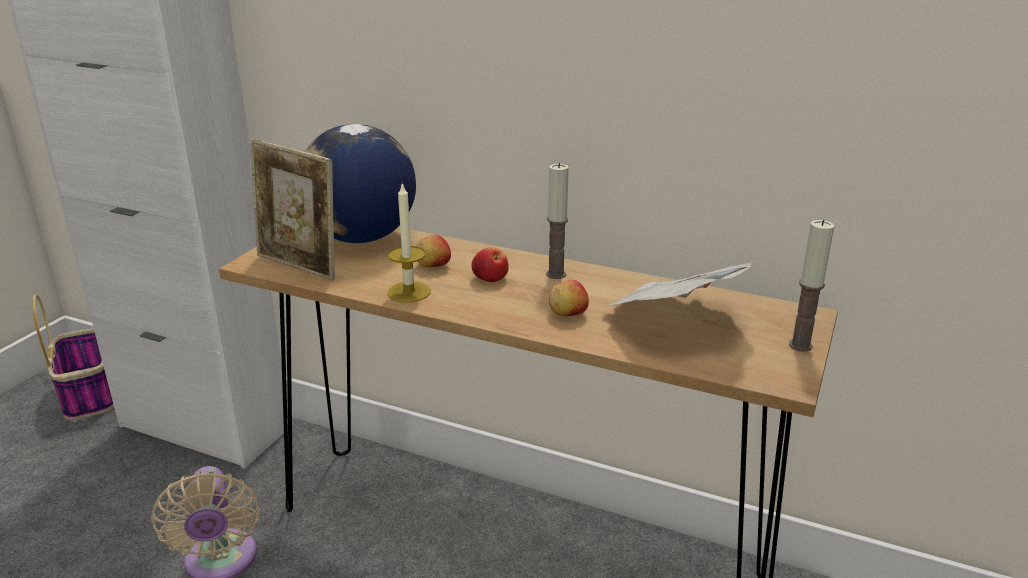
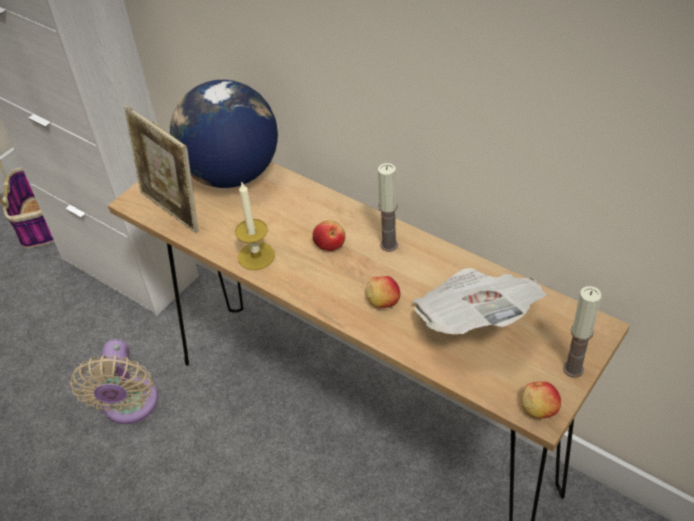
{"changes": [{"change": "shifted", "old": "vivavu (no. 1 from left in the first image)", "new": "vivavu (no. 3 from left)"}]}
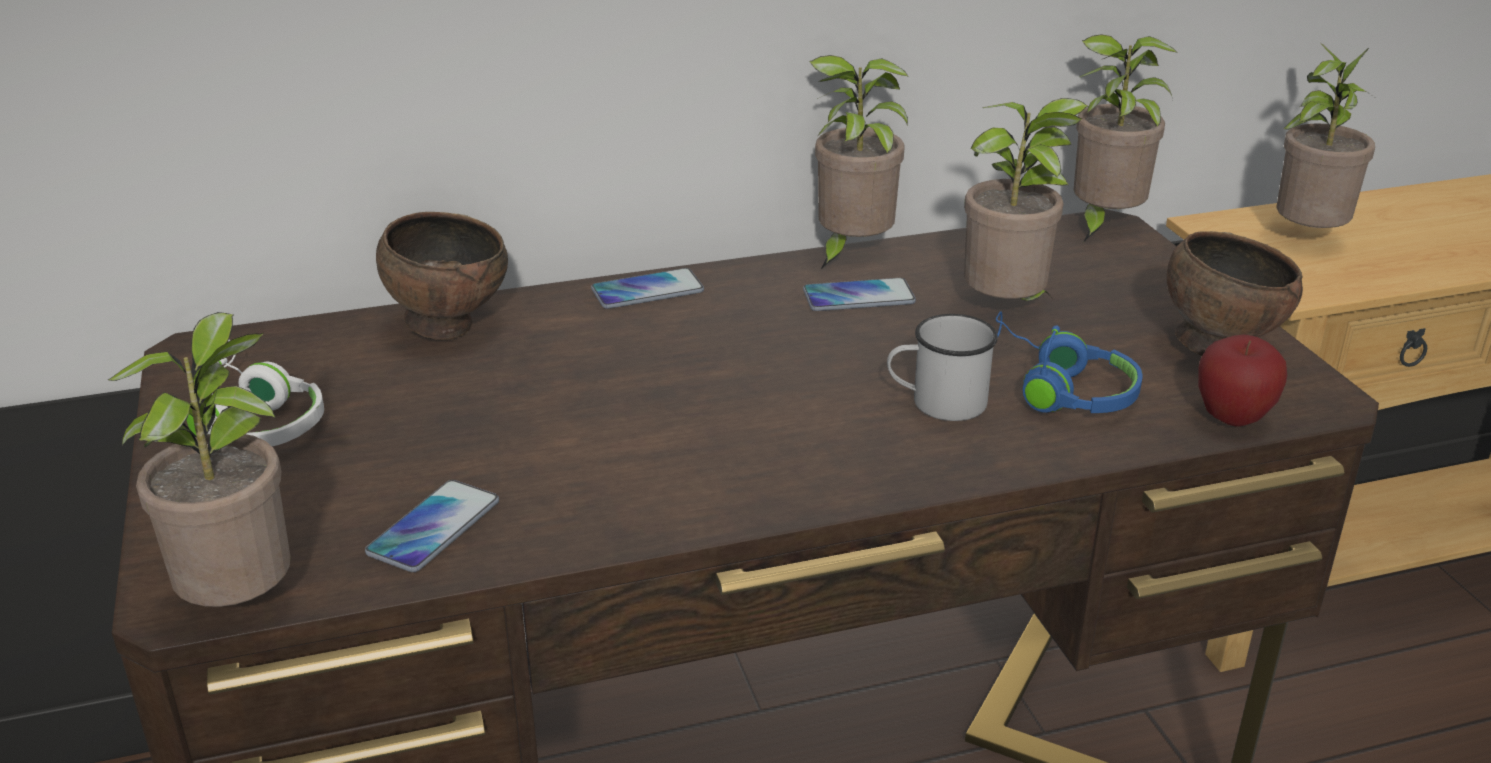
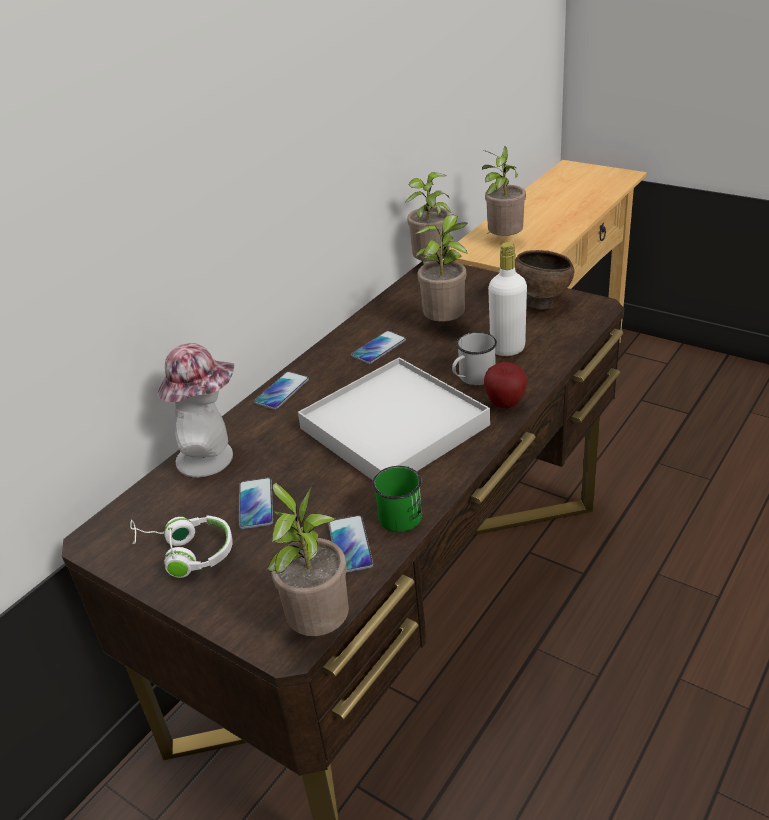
{"changes": [{"change": "gone", "old": "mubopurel (no. 2 from left)"}, {"change": "swapped", "old": "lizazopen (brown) (no. 1 from left)", "new": "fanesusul"}, {"change": "swapped", "old": "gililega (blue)", "new": "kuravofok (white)"}, {"change": "shifted", "old": "vivavu"}, {"change": "new", "new": "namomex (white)"}, {"change": "new", "new": "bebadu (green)"}, {"change": "new", "new": "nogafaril (no. 1 from left)"}]}
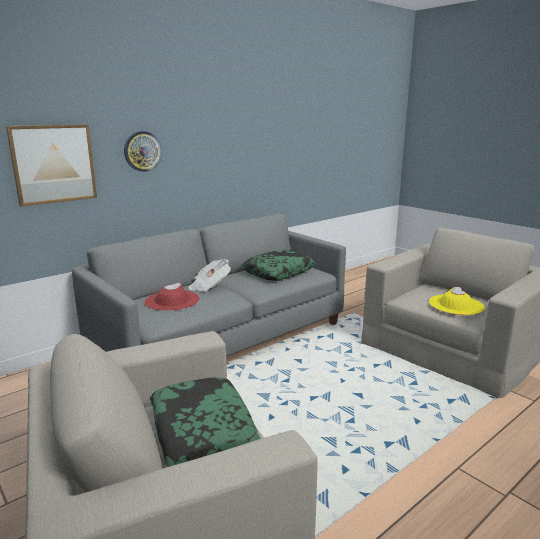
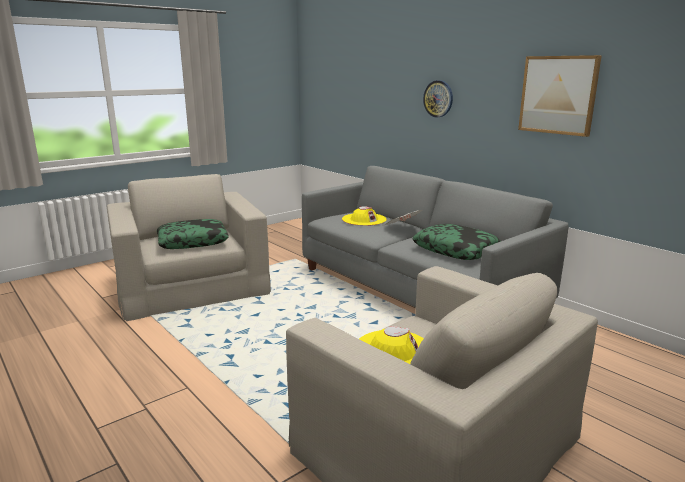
{"changes": [{"change": "shifted", "old": "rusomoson"}, {"change": "repainted", "old": "fanesusul (red)", "new": "fanesusul (yellow) (no. 1 from left)"}]}
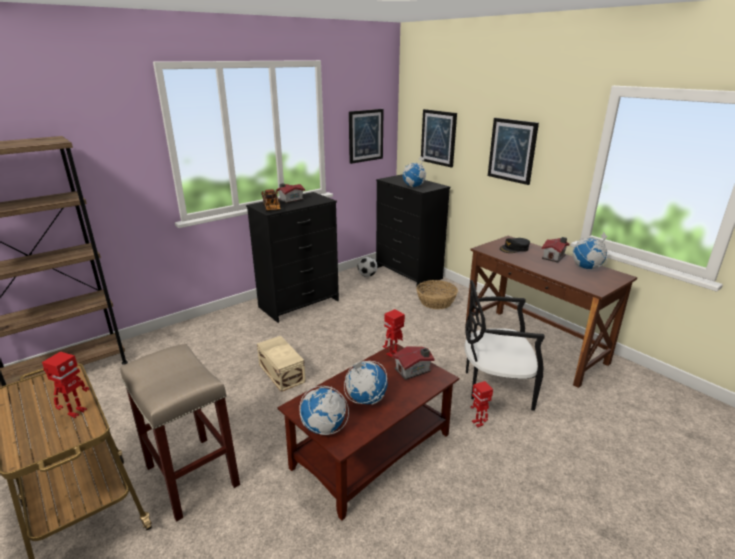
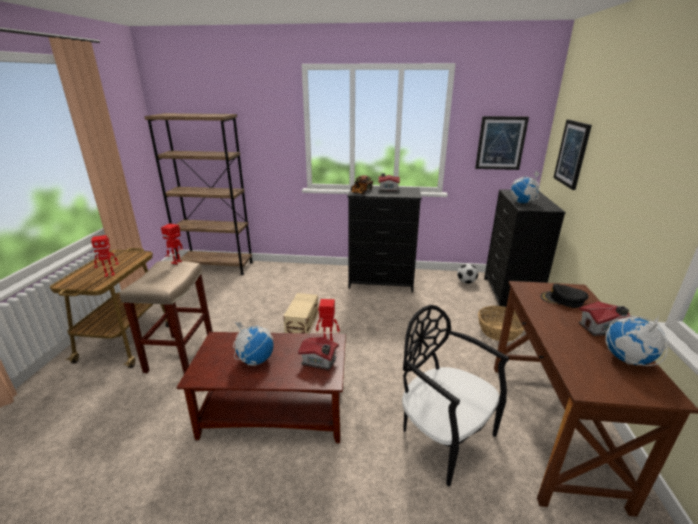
{"changes": [{"change": "gone", "old": "rusomoson (no. 3 from left)"}, {"change": "shifted", "old": "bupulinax (no. 3 from left in the first image)", "new": "bupulinax (no. 2 from left)"}, {"change": "gone", "old": "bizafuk (no. 1 from left)"}]}
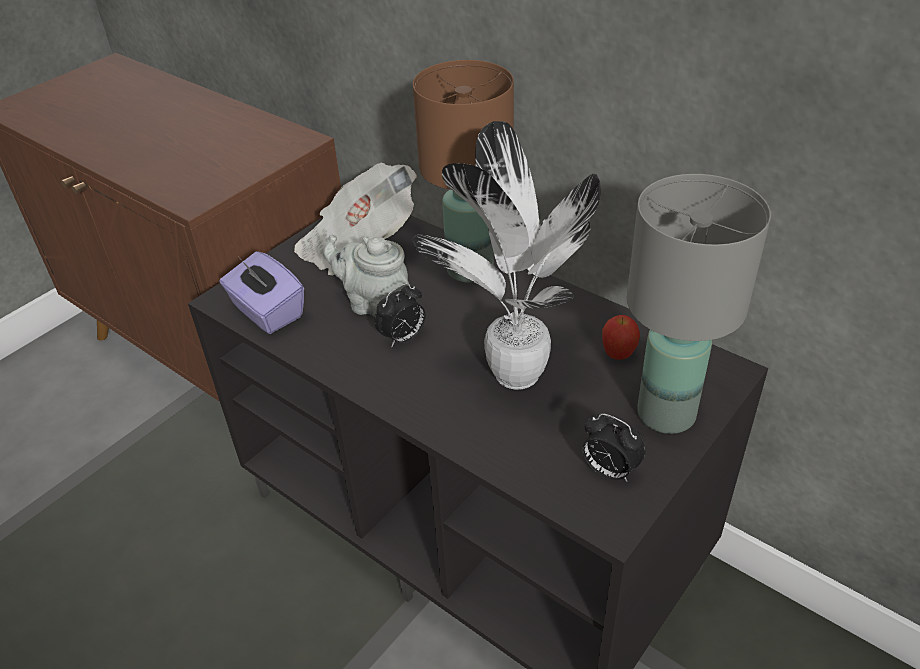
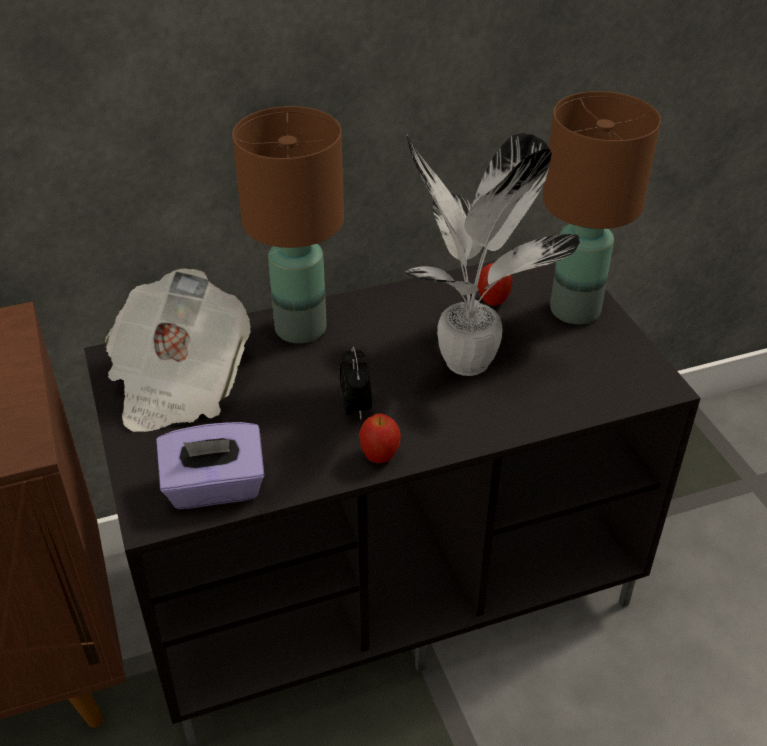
{"changes": [{"change": "repainted", "old": "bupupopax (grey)", "new": "bupupopax (brown) (no. 2 from left)"}, {"change": "gone", "old": "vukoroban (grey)"}, {"change": "gone", "old": "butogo (no. 2 from left)"}, {"change": "new", "new": "vivavu (no. 1 from left)"}]}
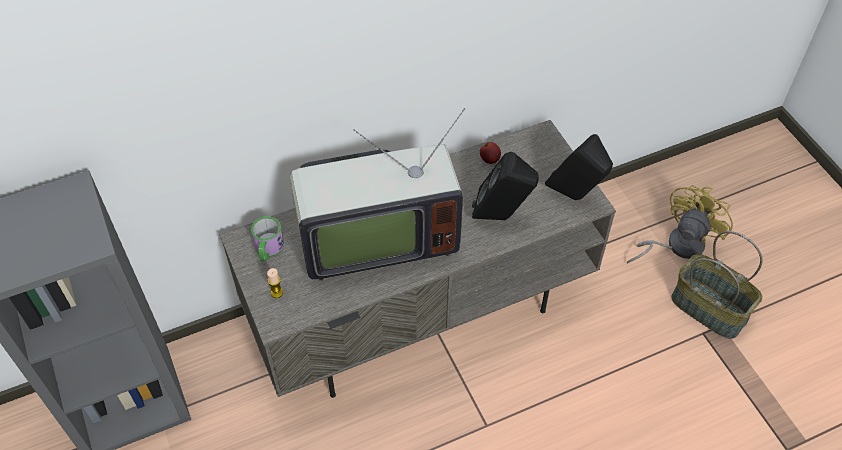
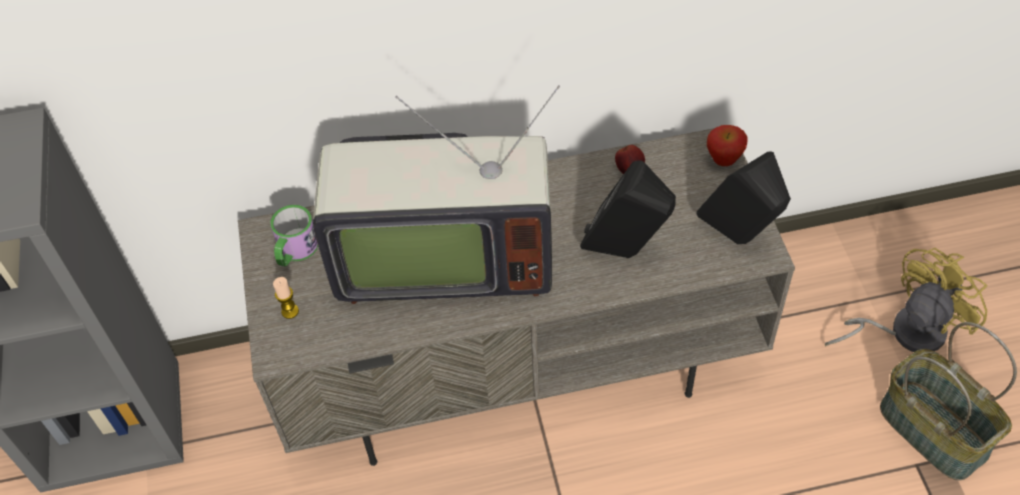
{"changes": [{"change": "new", "new": "vivavu (no. 2 from left)"}]}
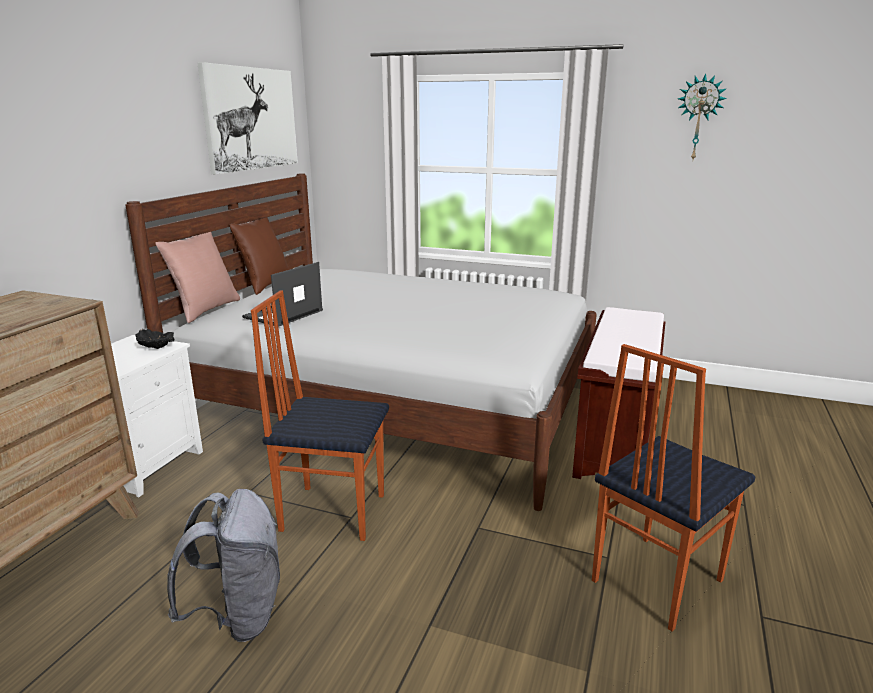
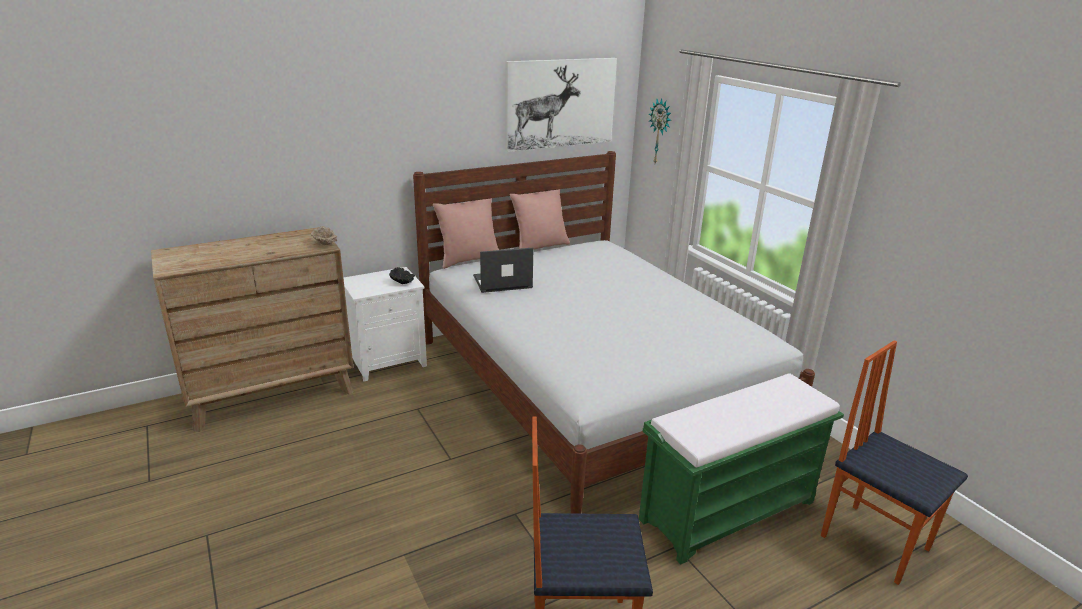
{"changes": [{"change": "shifted", "old": "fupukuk"}, {"change": "repainted", "old": "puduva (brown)", "new": "puduva (pink) (no. 2 from left)"}, {"change": "shifted", "old": "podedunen (no. 1 from left in the first image)", "new": "podedunen (no. 2 from left)"}, {"change": "repainted", "old": "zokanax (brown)", "new": "zokanax (green)"}, {"change": "gone", "old": "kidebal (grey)"}, {"change": "new", "new": "lizazopen (beige)"}]}
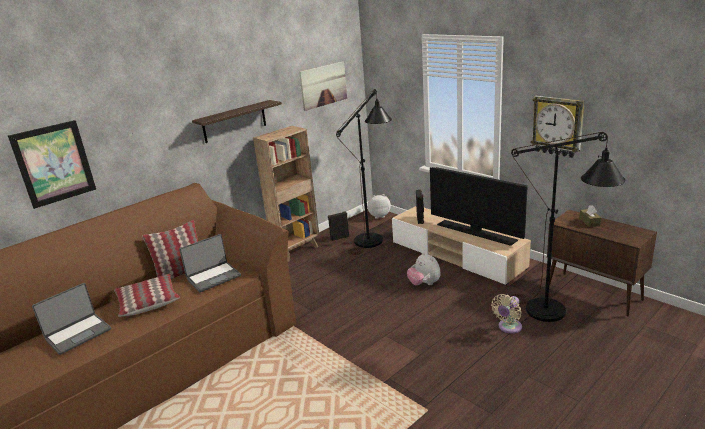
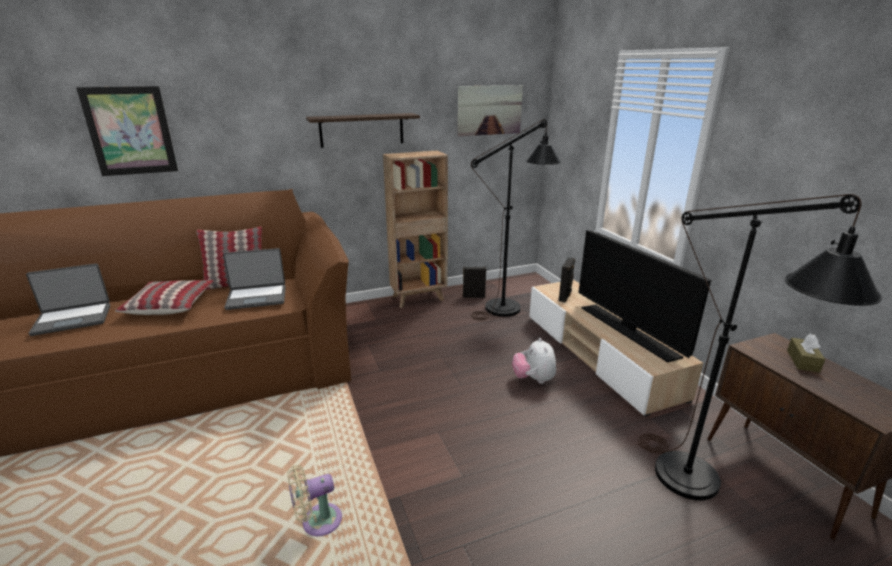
{"changes": [{"change": "gone", "old": "fupukuk"}, {"change": "gone", "old": "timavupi (no. 1 from left)"}, {"change": "shifted", "old": "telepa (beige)"}]}
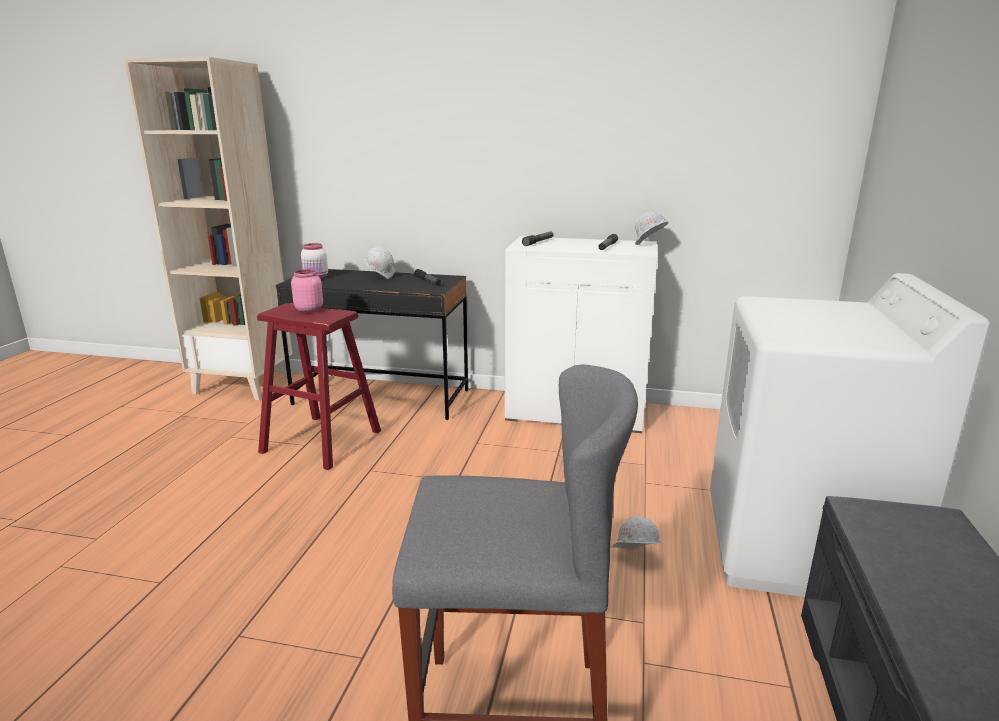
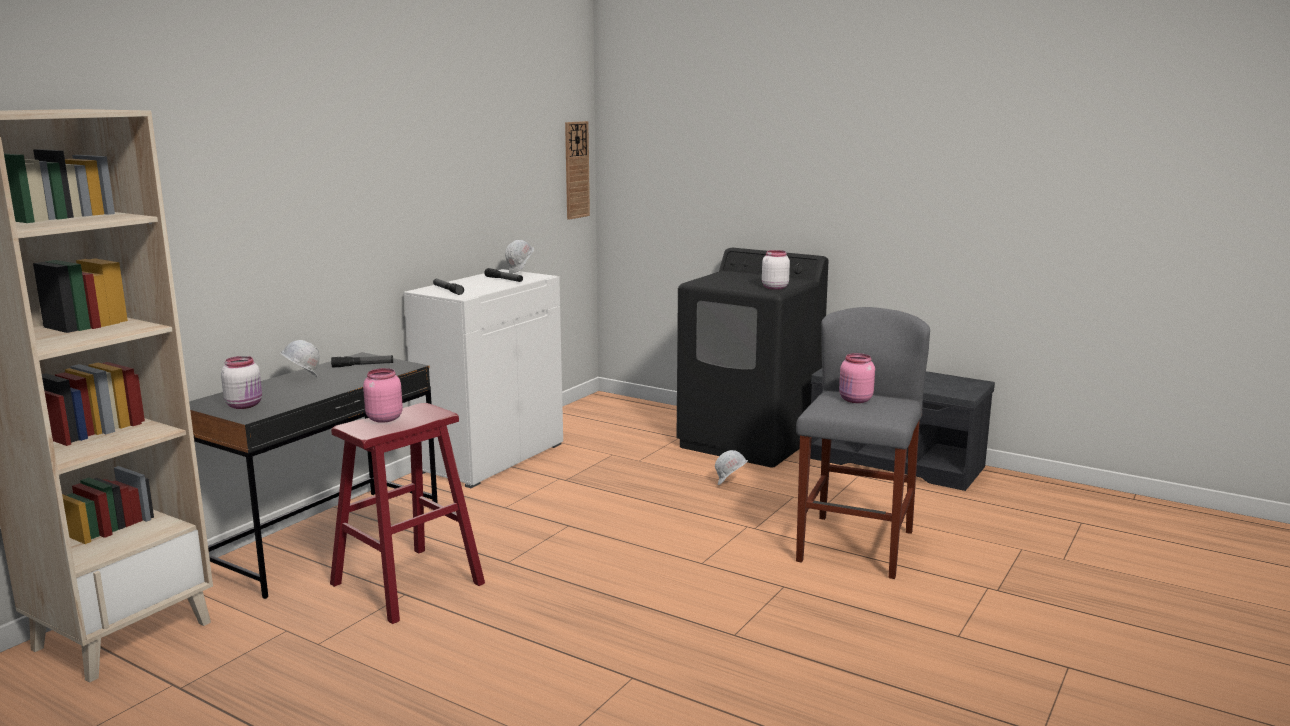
{"changes": [{"change": "repainted", "old": "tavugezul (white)", "new": "tavugezul (black)"}, {"change": "new", "new": "fupukuk"}, {"change": "new", "new": "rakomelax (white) (no. 2 from left)"}, {"change": "new", "new": "rakomelax (pink) (no. 2 from left)"}]}
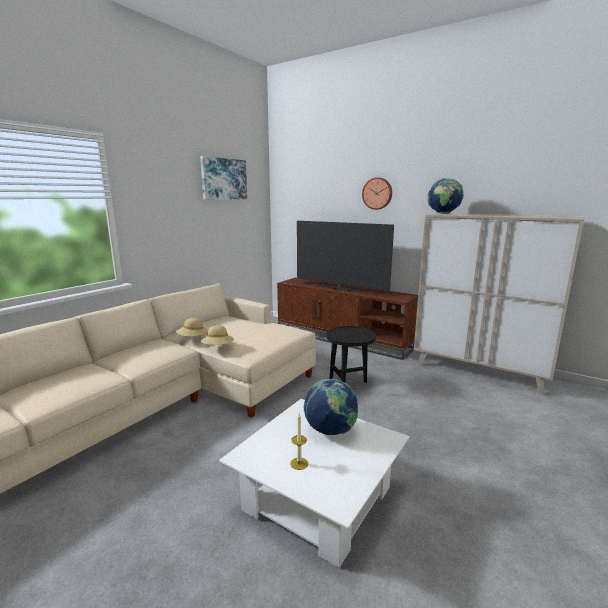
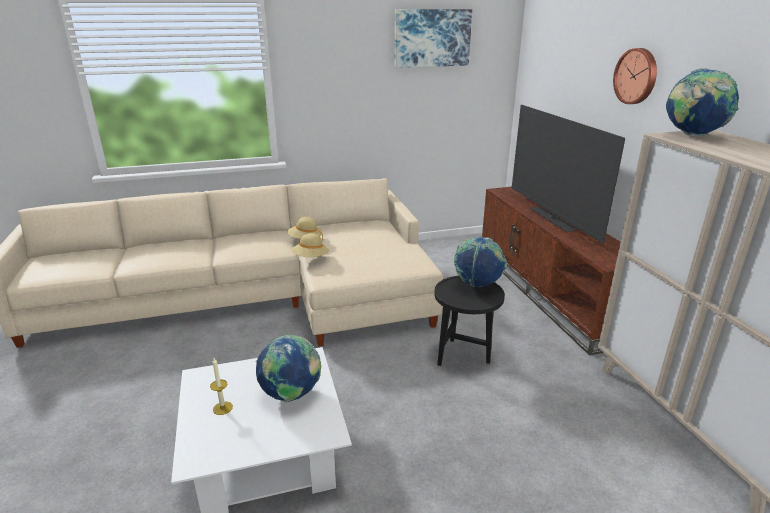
{"changes": [{"change": "new", "new": "bizafuk (no. 2 from left)"}]}
